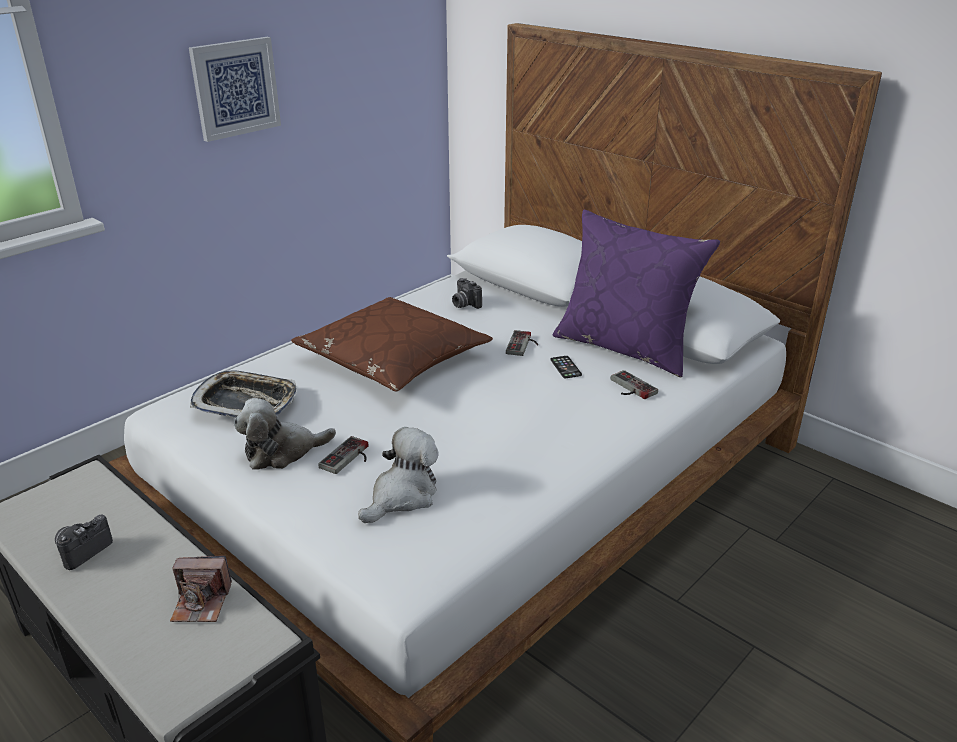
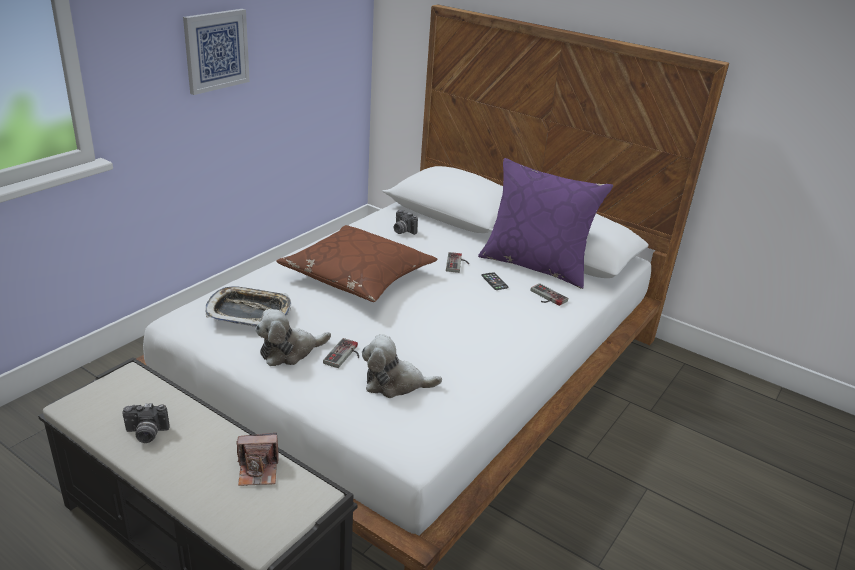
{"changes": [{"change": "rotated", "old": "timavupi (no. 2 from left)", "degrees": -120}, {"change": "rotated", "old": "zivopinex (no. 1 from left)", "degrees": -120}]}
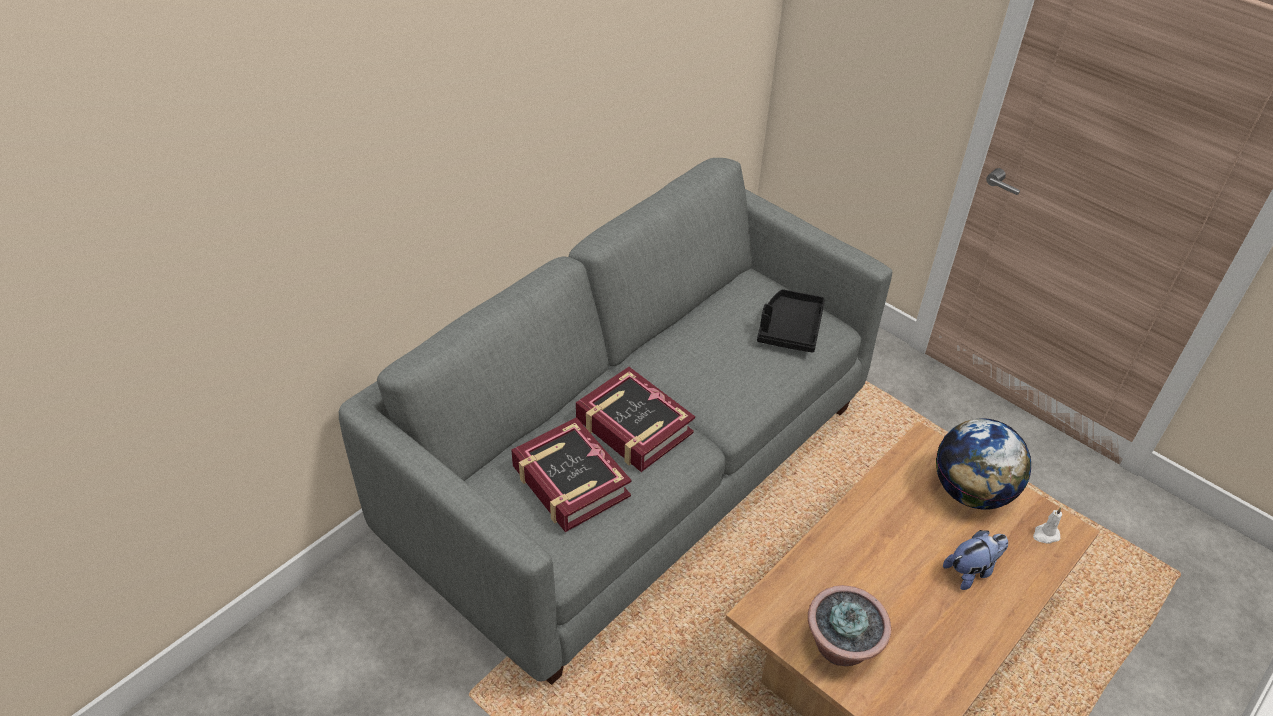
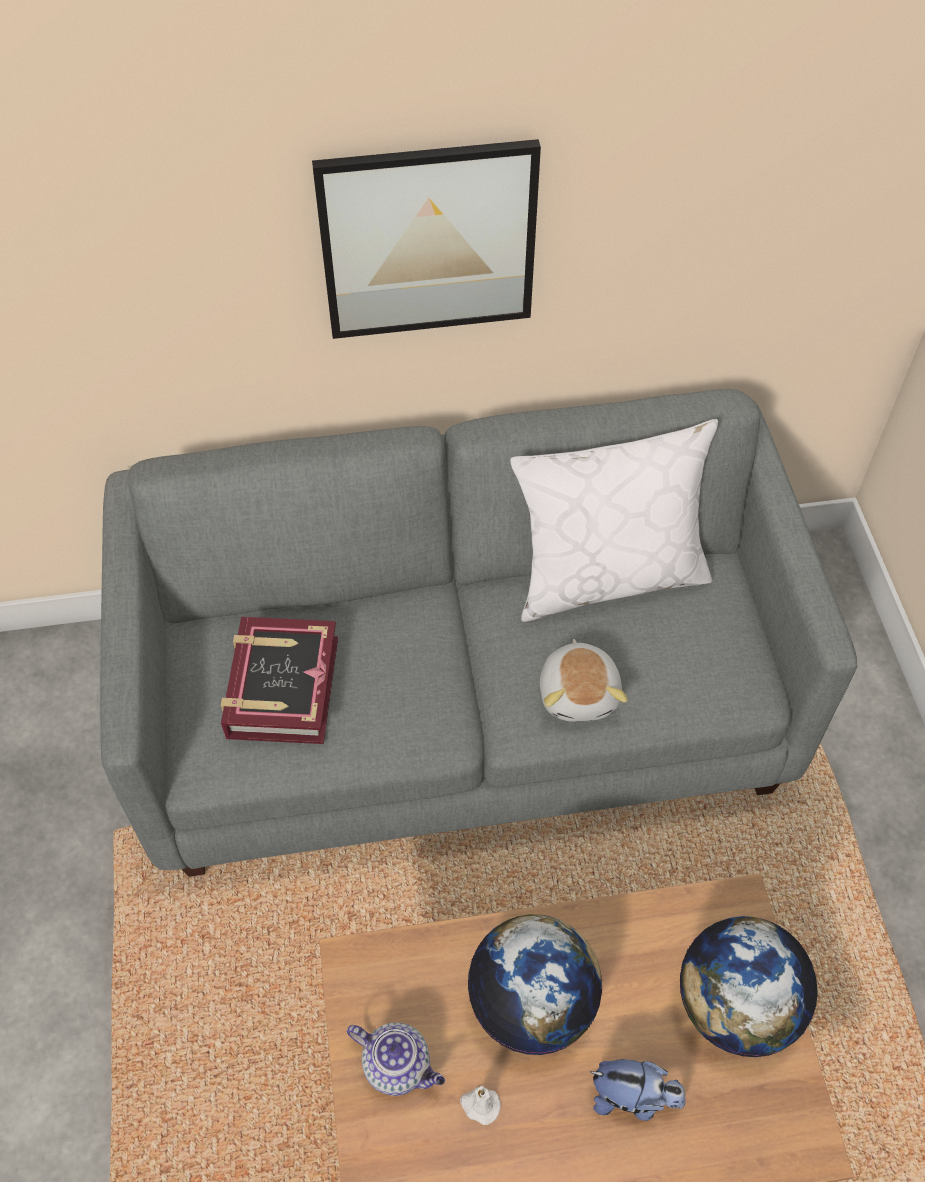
{"changes": [{"change": "gone", "old": "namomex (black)"}, {"change": "gone", "old": "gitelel (no. 2 from left)"}, {"change": "shifted", "old": "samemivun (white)"}, {"change": "swapped", "old": "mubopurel", "new": "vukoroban"}, {"change": "new", "new": "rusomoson"}, {"change": "new", "new": "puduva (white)"}, {"change": "new", "new": "timavupi (no. 1 from left)"}, {"change": "new", "new": "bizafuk (no. 1 from left)"}]}
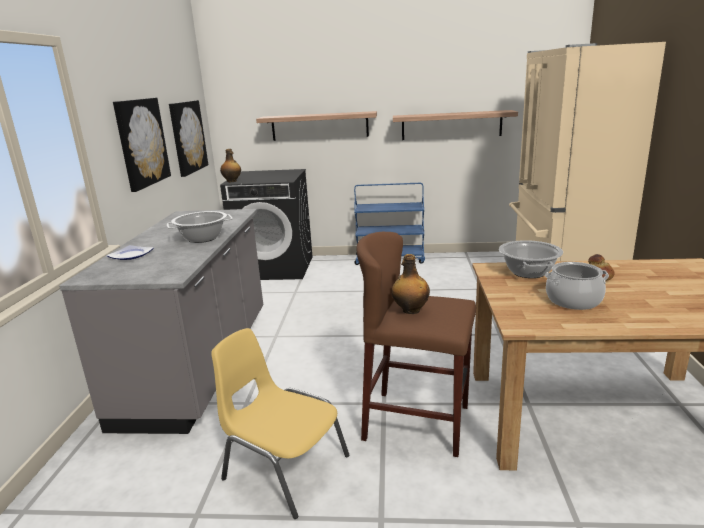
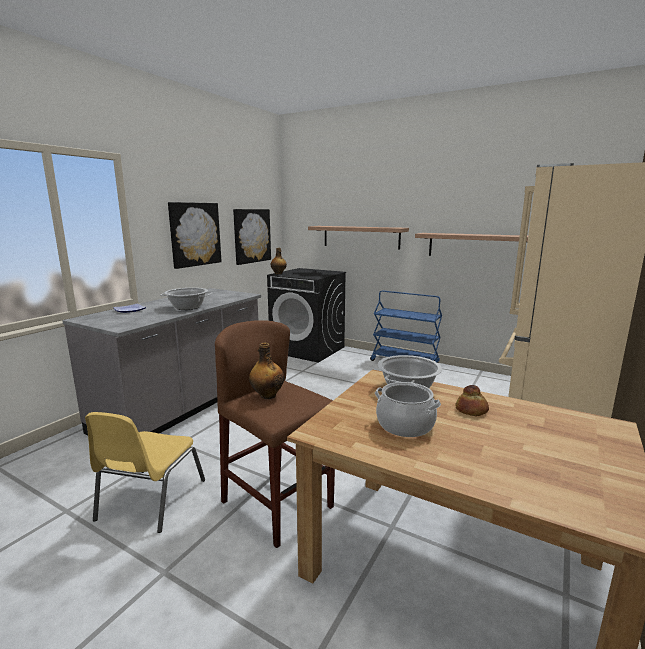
{"changes": [{"change": "rotated", "old": "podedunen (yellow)", "degrees": -135}]}
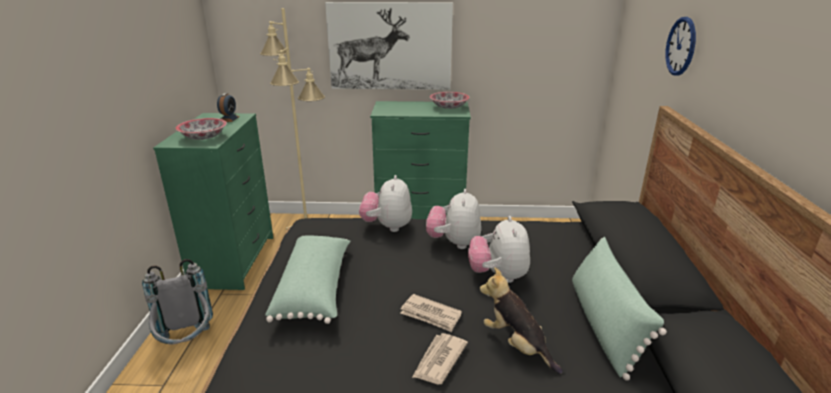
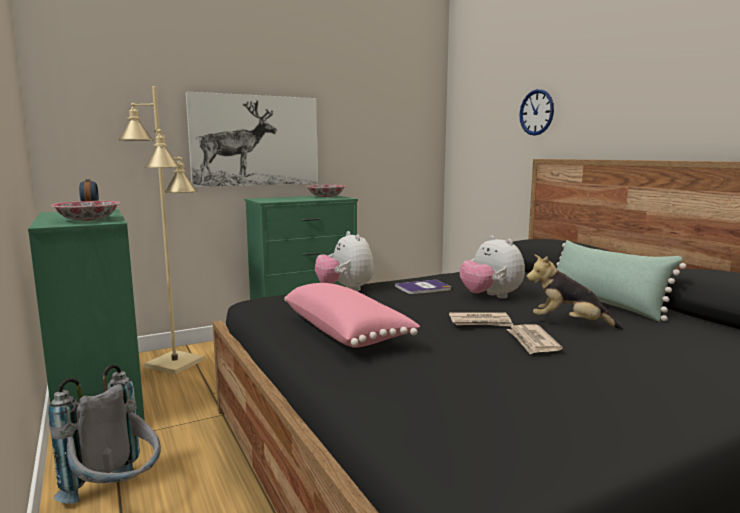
{"changes": [{"change": "swapped", "old": "timavupi (no. 2 from left)", "new": "gitelel"}, {"change": "repainted", "old": "puduva (green) (no. 1 from left)", "new": "puduva (pink)"}]}
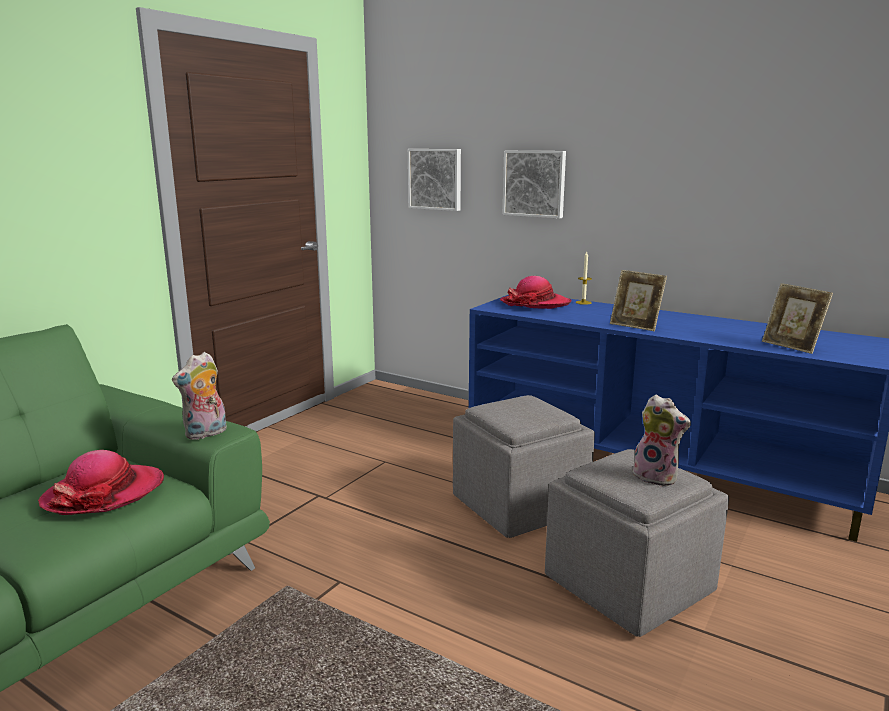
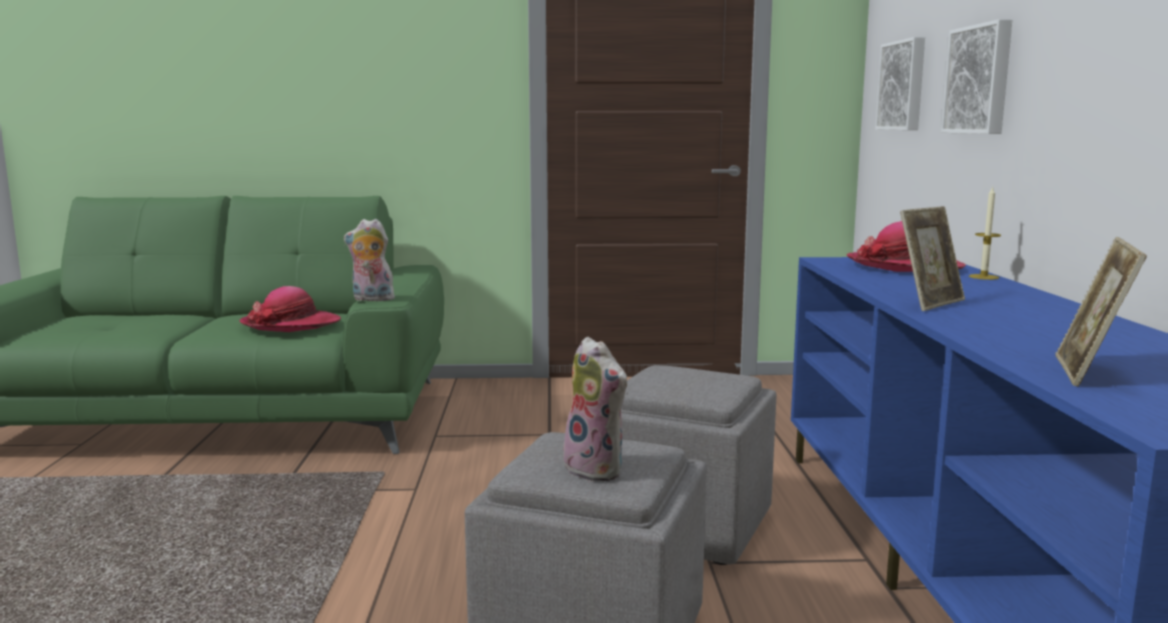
{"changes": [{"change": "rotated", "old": "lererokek (no. 1 from left)", "degrees": -135}, {"change": "rotated", "old": "timavupi (no. 2 from left)", "degrees": -45}]}
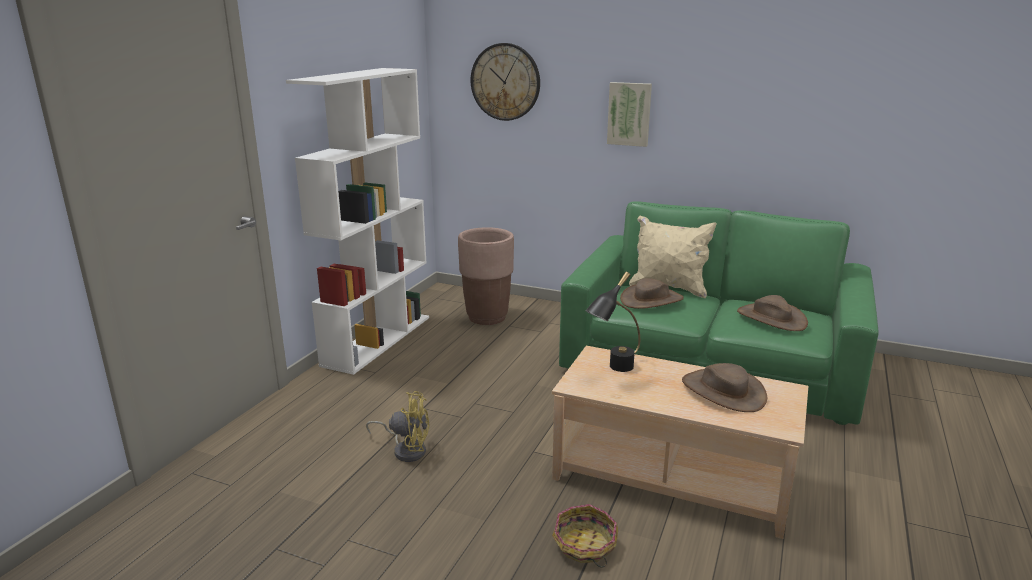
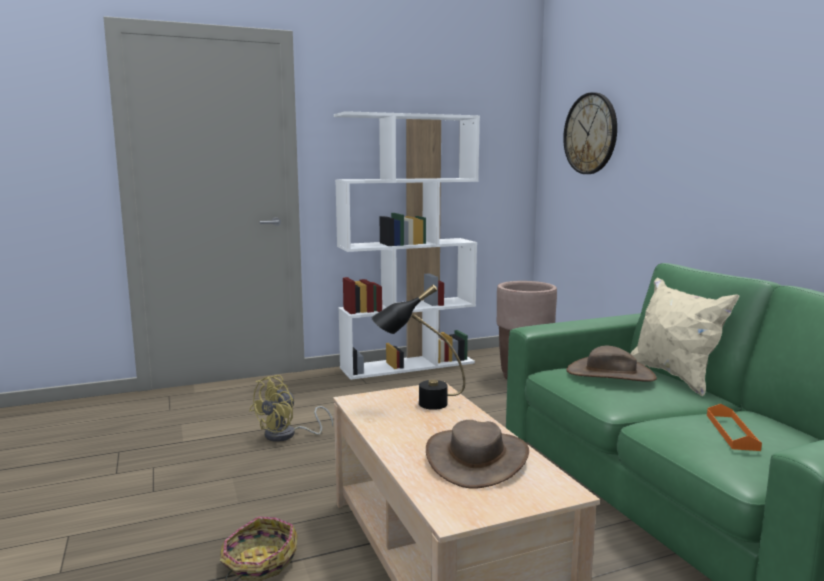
{"changes": [{"change": "gone", "old": "rusomoson"}, {"change": "swapped", "old": "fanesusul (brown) (no. 3 from left)", "new": "namomex (orange)"}, {"change": "rotated", "old": "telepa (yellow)", "degrees": 75}]}
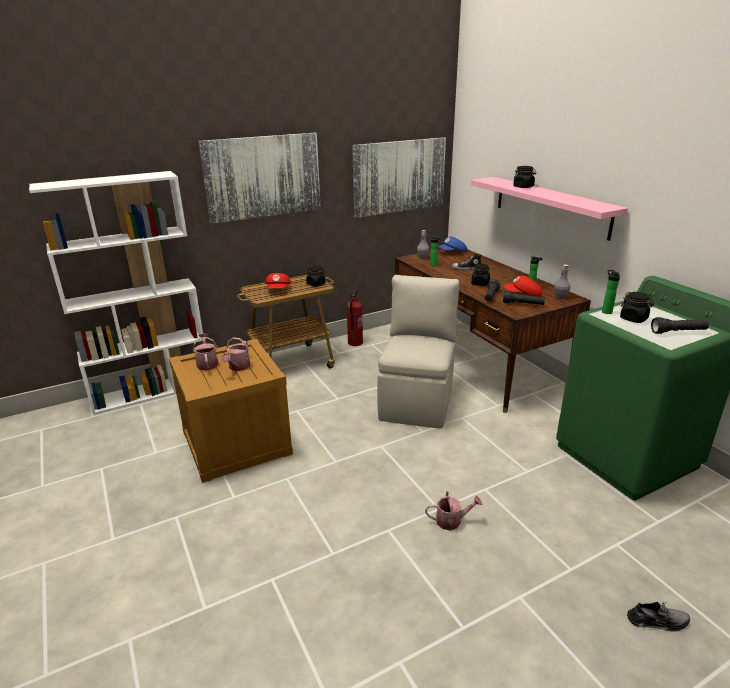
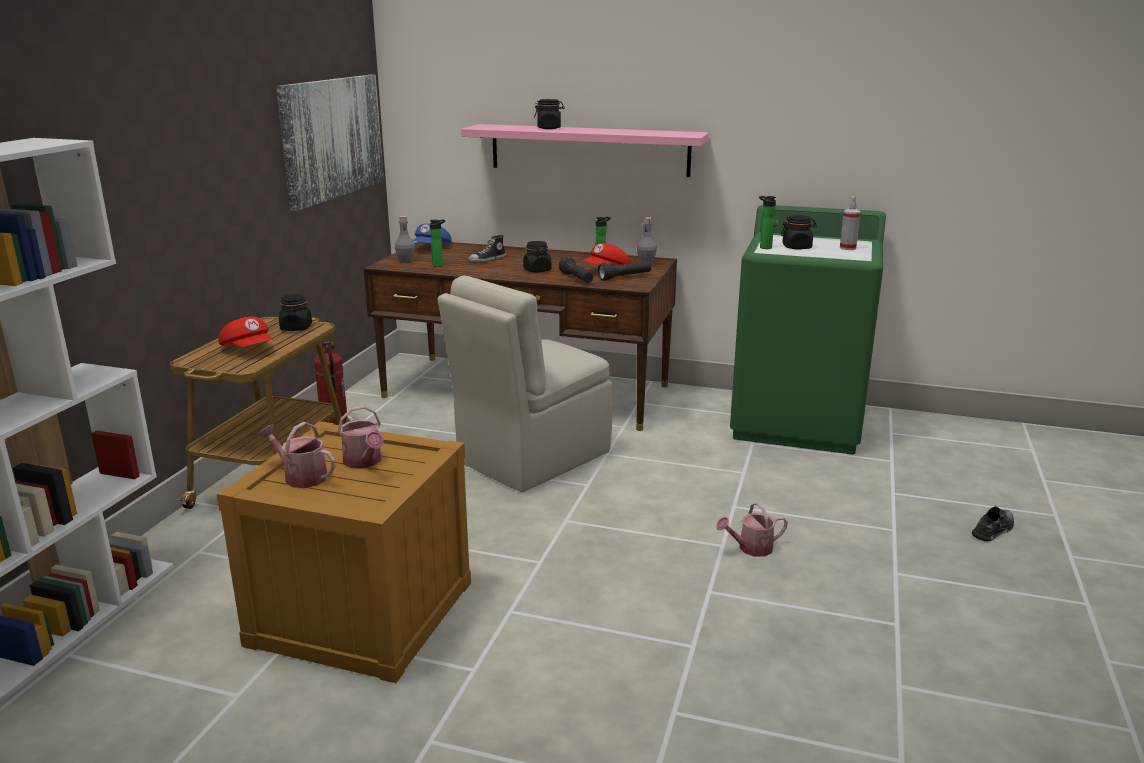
{"changes": [{"change": "gone", "old": "rusomoson (no. 1 from left)"}, {"change": "rotated", "old": "podedunen (beige)", "degrees": -105}, {"change": "swapped", "old": "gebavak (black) (no. 3 from left)", "new": "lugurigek"}, {"change": "rotated", "old": "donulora (no. 3 from left)", "degrees": -150}]}
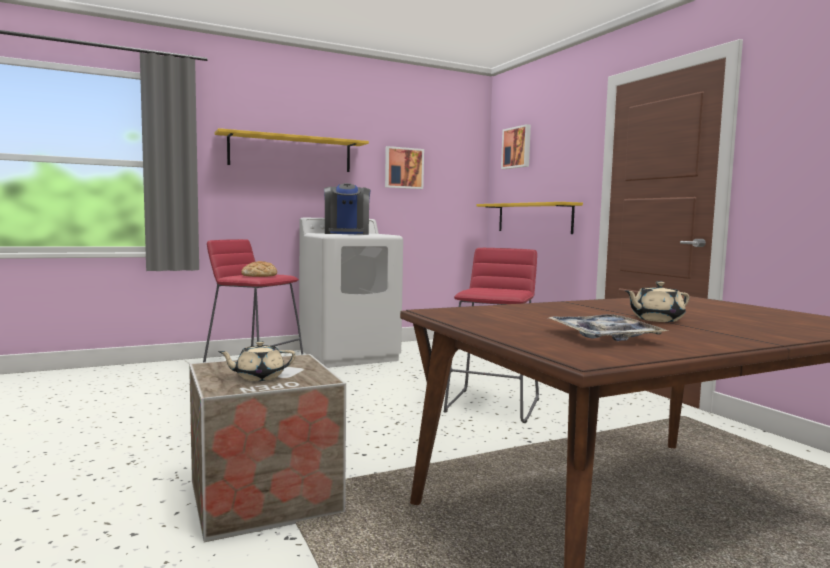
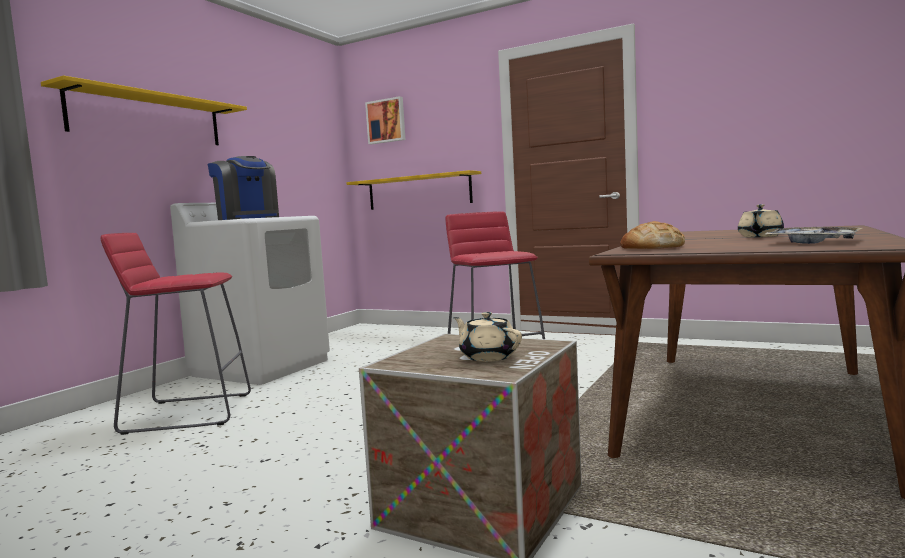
{"changes": [{"change": "gone", "old": "rusomoson (no. 1 from left)"}, {"change": "shifted", "old": "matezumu"}, {"change": "rotated", "old": "vukoroban (beige) (no. 1 from left)", "degrees": 105}]}
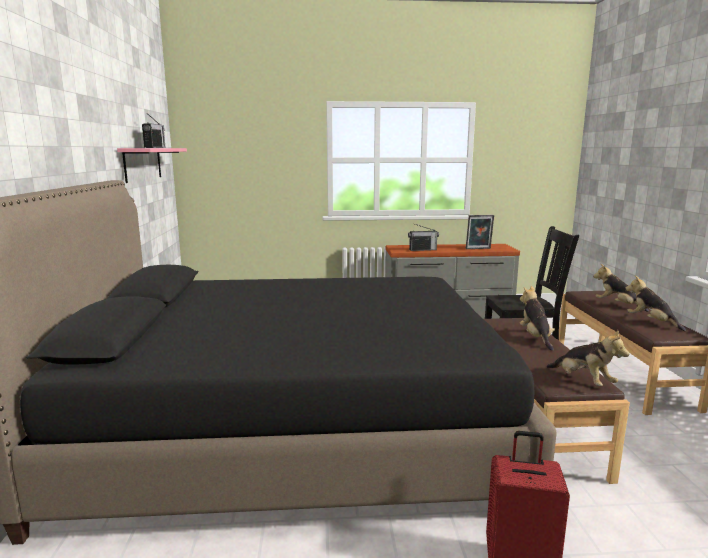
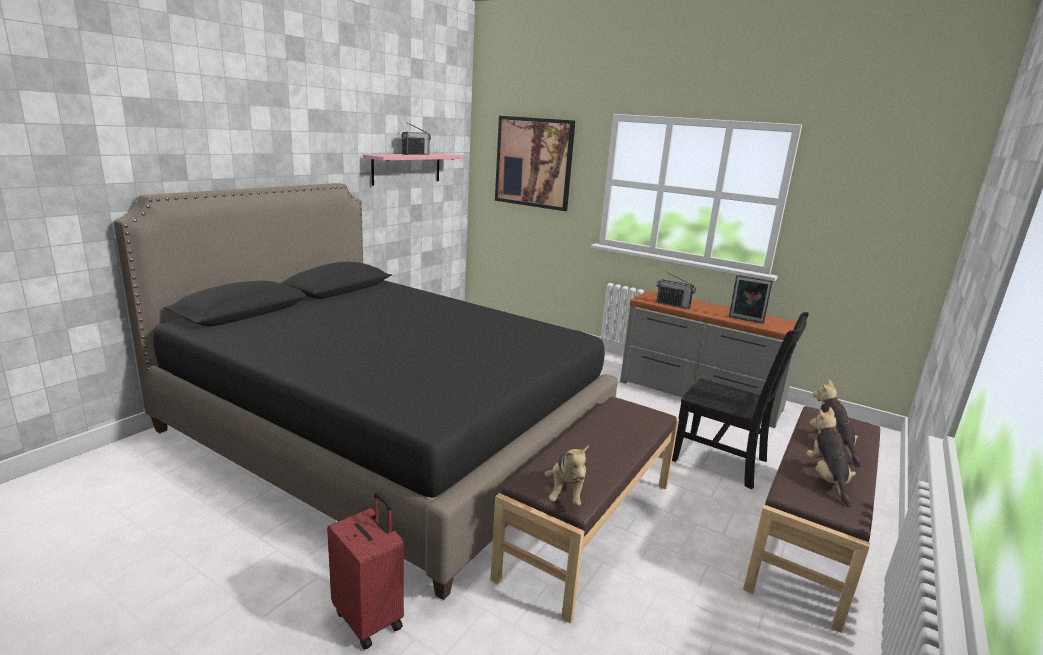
{"changes": [{"change": "gone", "old": "timavupi (no. 1 from left)"}, {"change": "new", "new": "rusomoson"}]}
